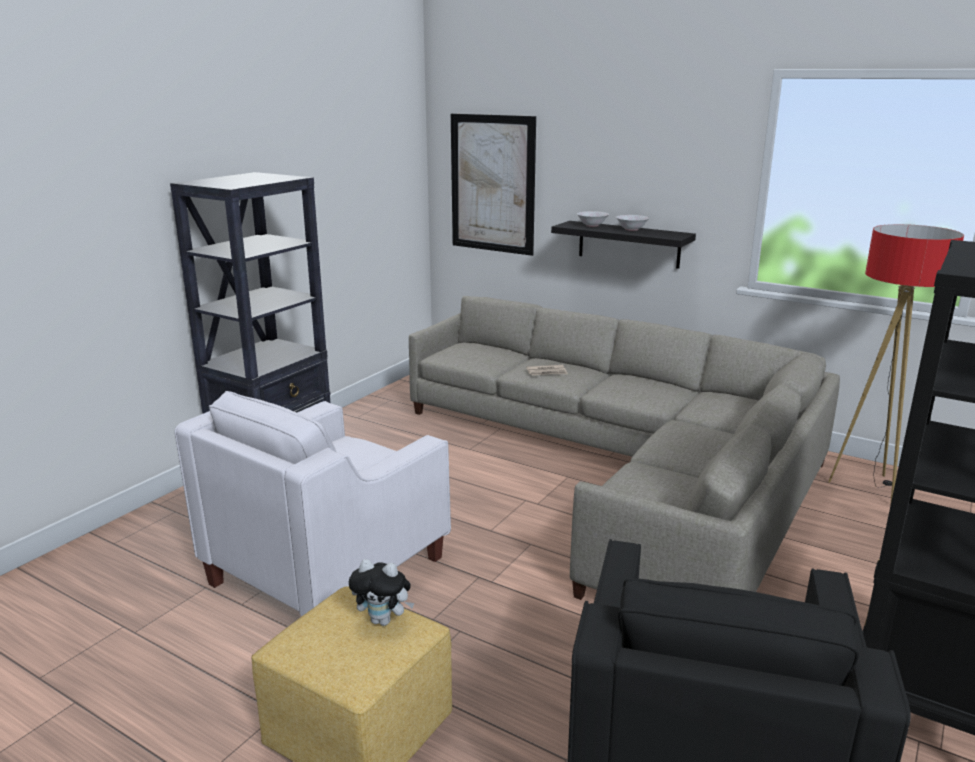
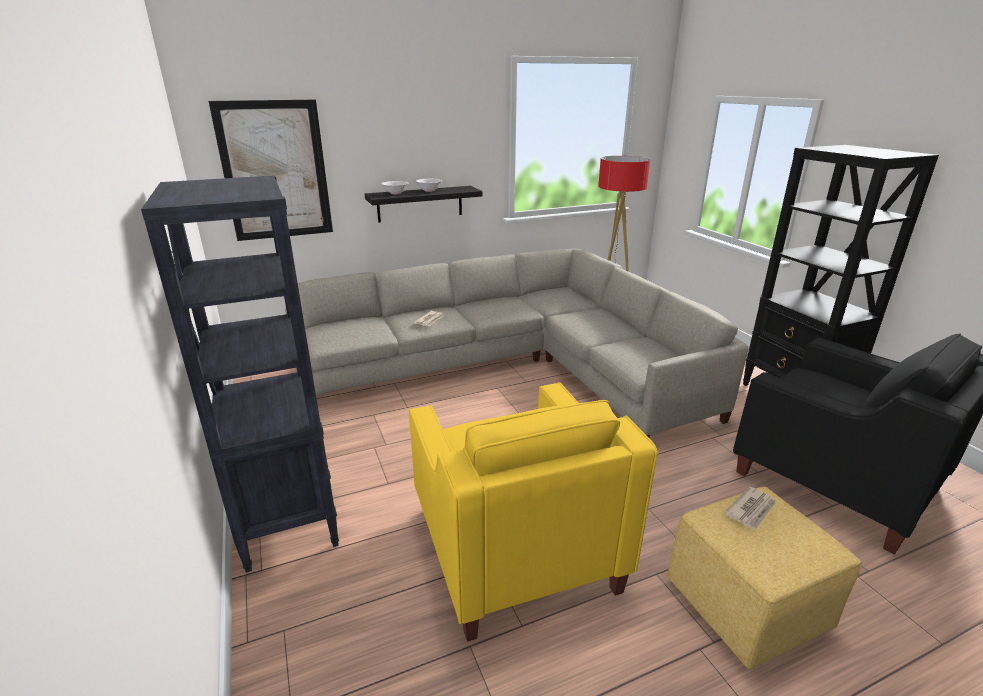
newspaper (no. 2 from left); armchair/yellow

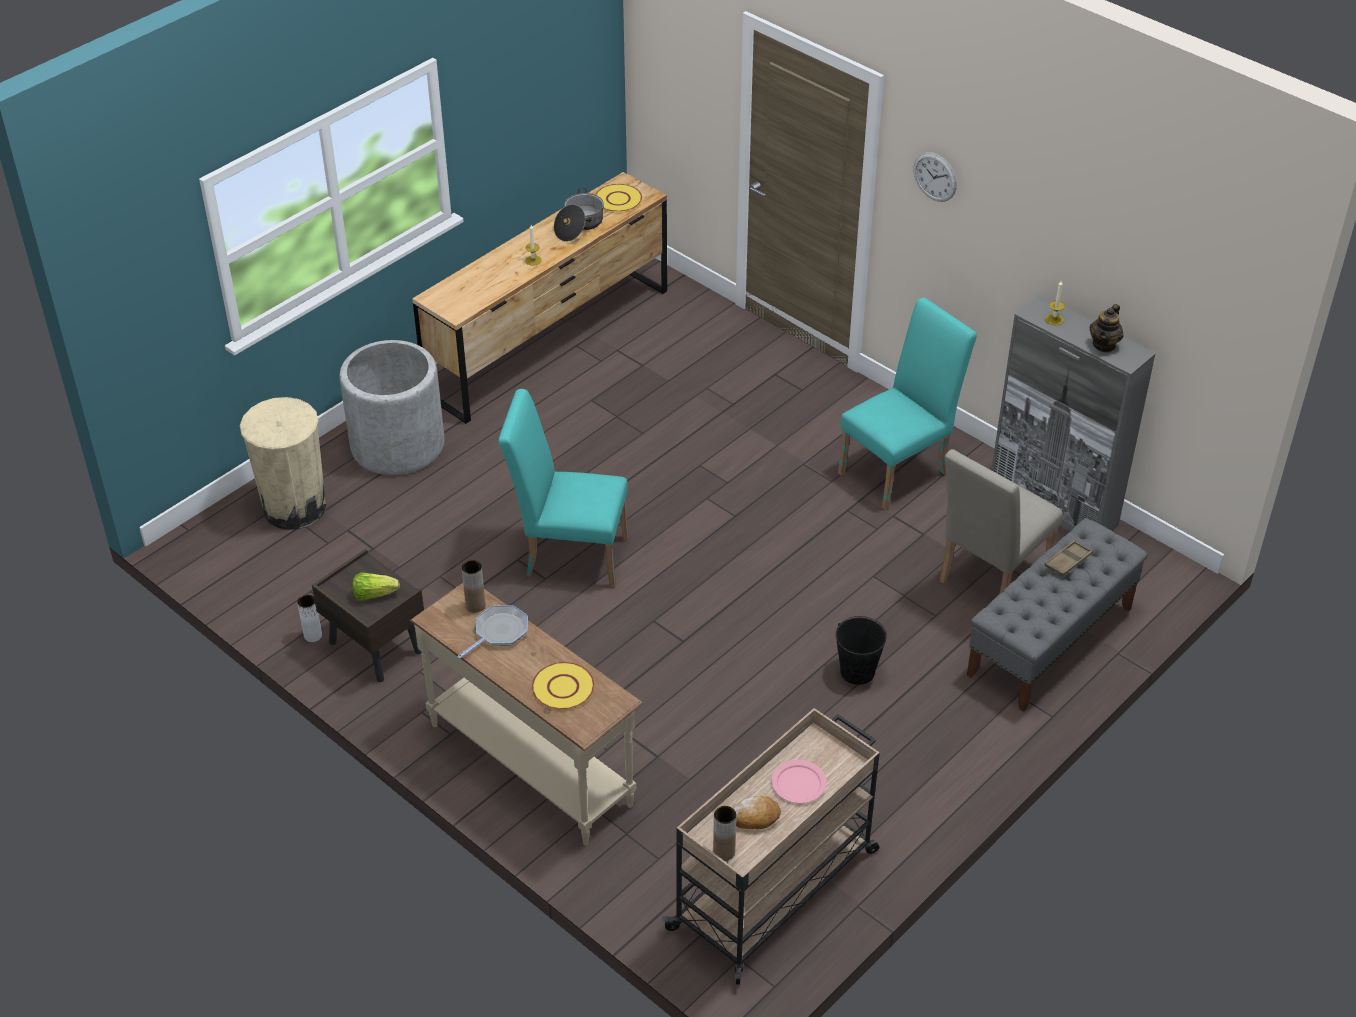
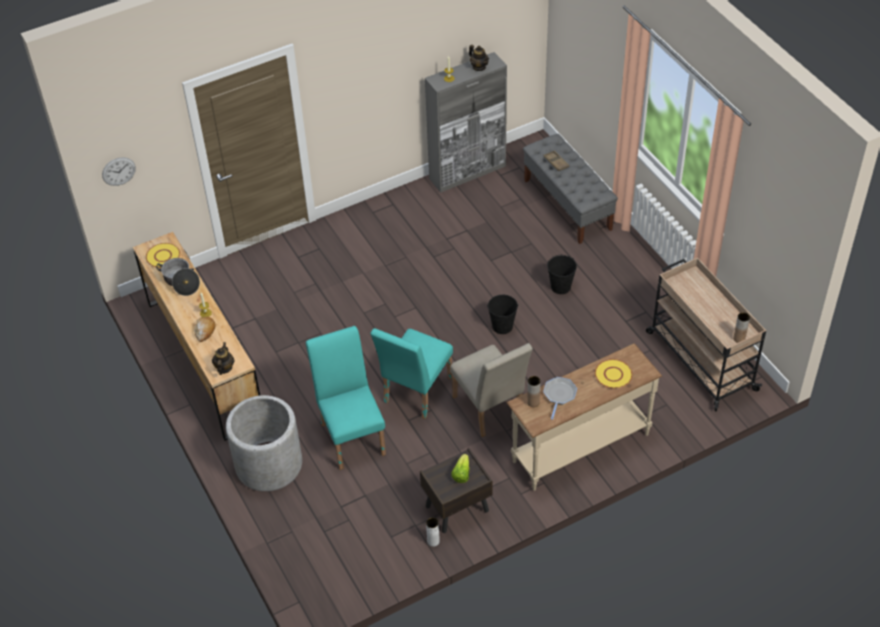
trash can/beige; plate/pink; teapot (no. 1 from left); bucket/black (no. 1 from left); bread; chair/turquoise (no. 1 from left); wall clock; chair/beige; frying pan

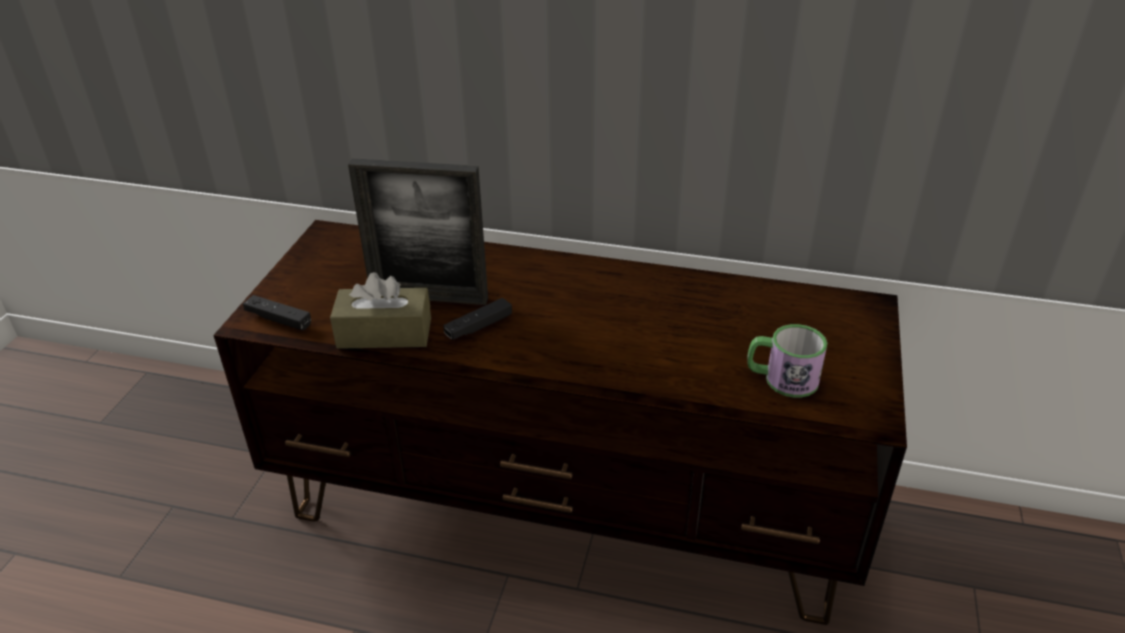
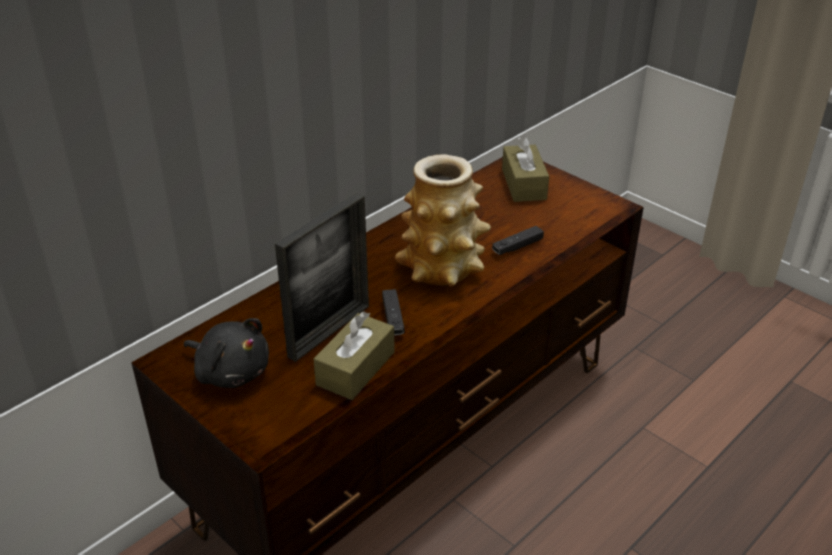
mug; plush toy/black; vase; tissue box/brown (no. 2 from left); game controller/black (no. 2 from left)

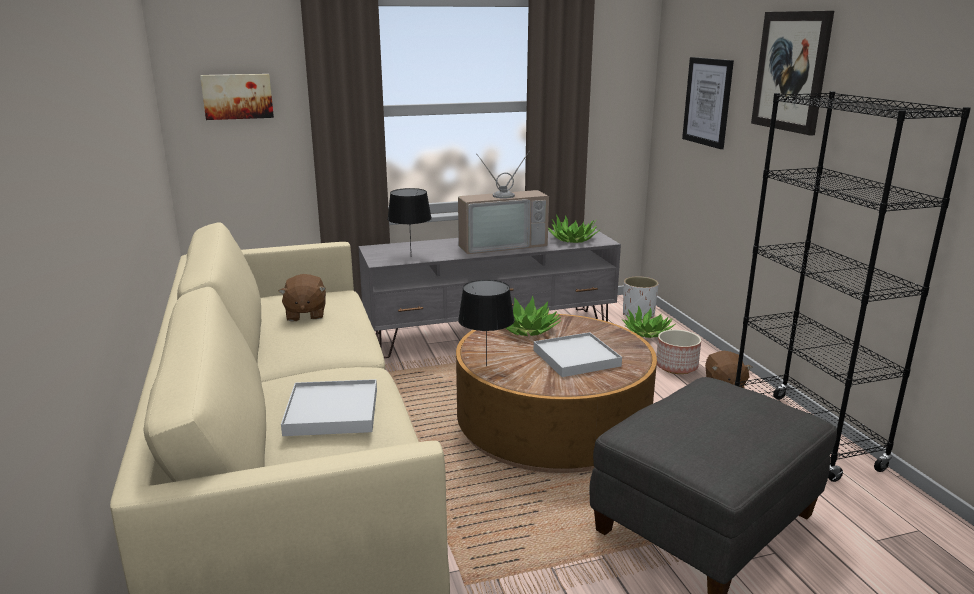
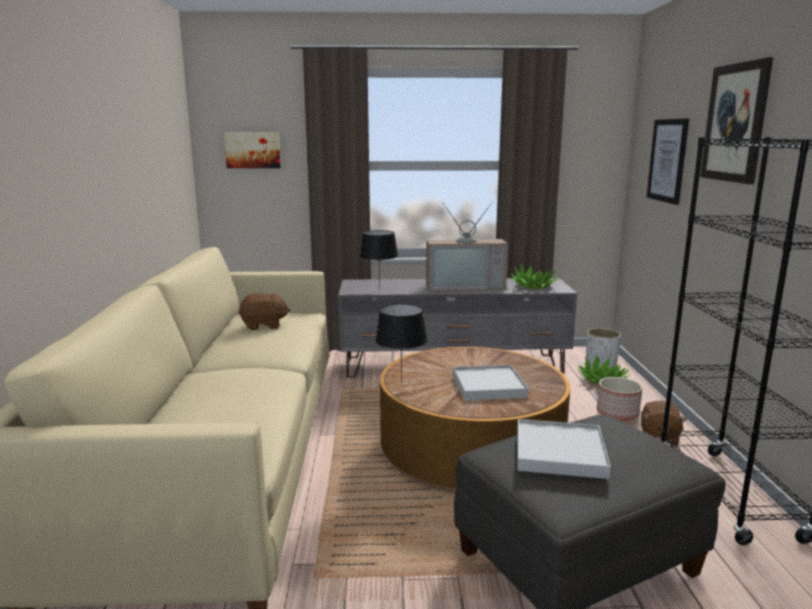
potted plant (no. 1 from left in the first image); tray/white (no. 2 from left); plush toy/brown (no. 1 from left)

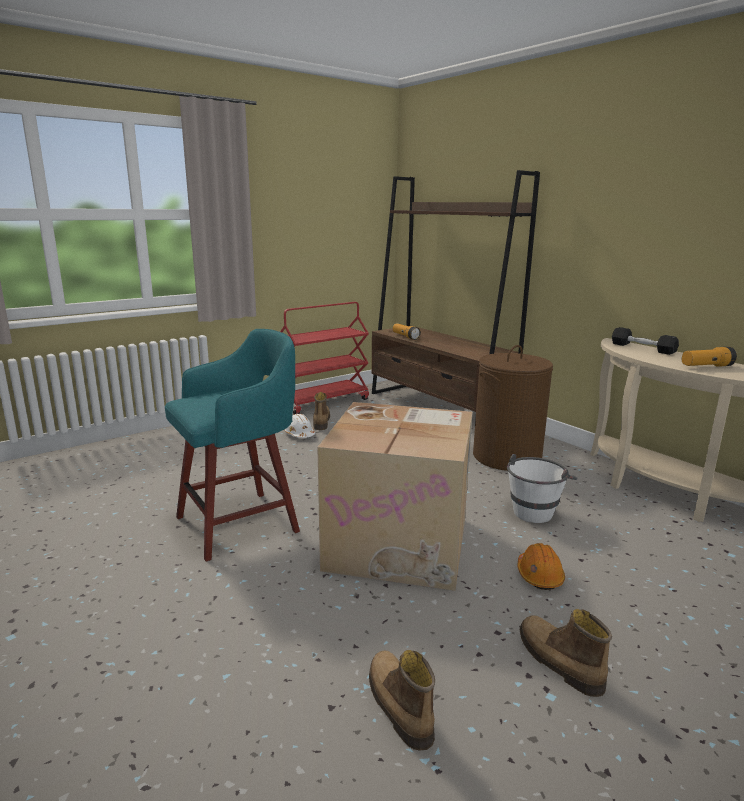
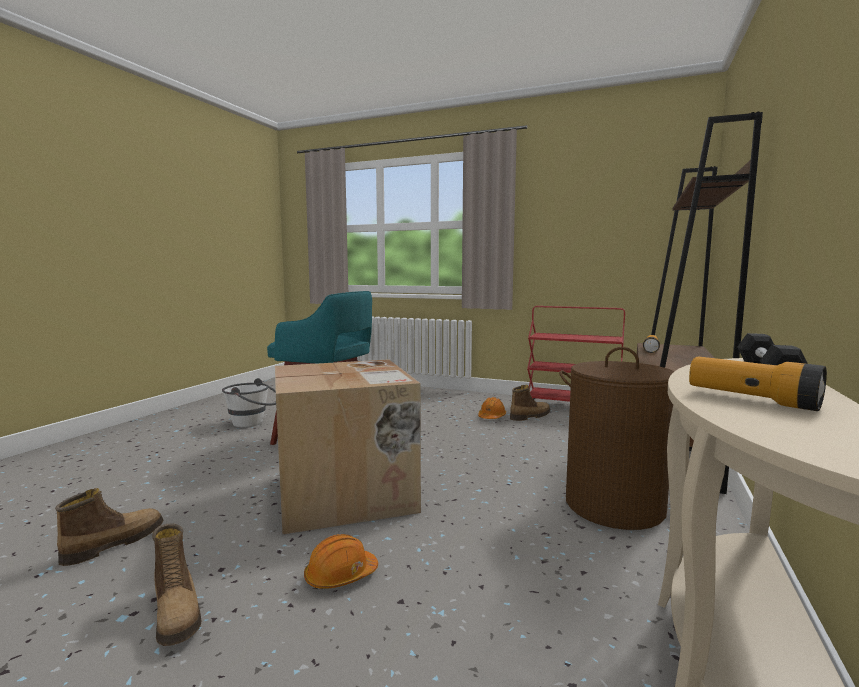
bucket/white; hard hat/orange (no. 2 from left); boot (no. 2 from left)

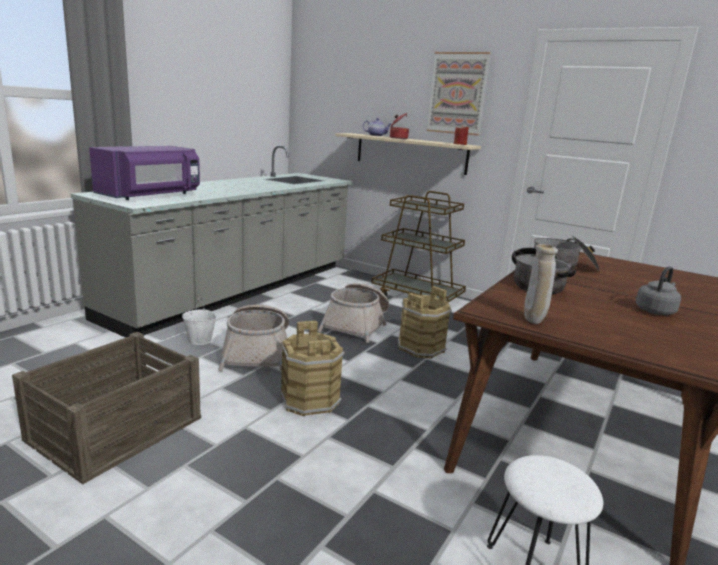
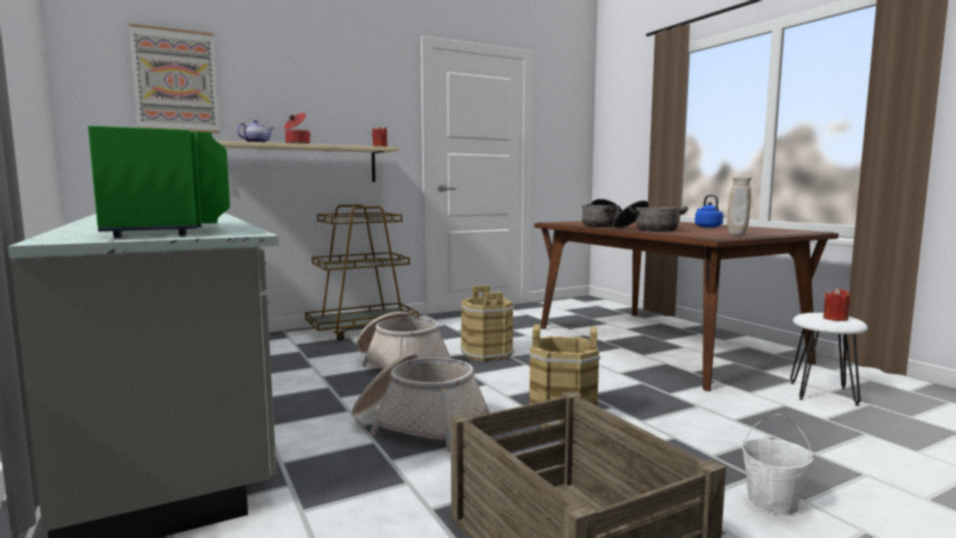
candle/red (no. 2 from left); bucket/white; picture; microwave/green; kettle/blue

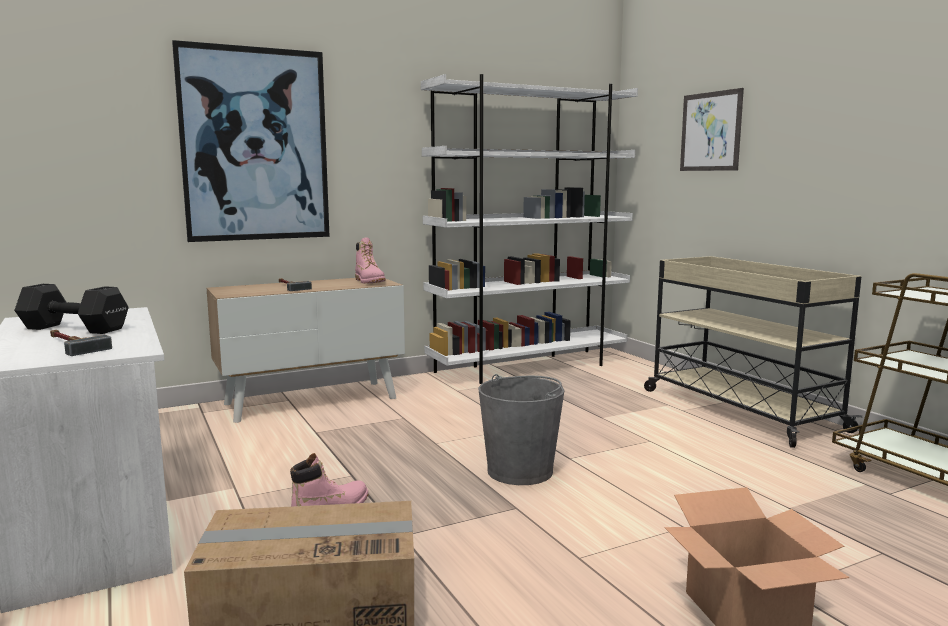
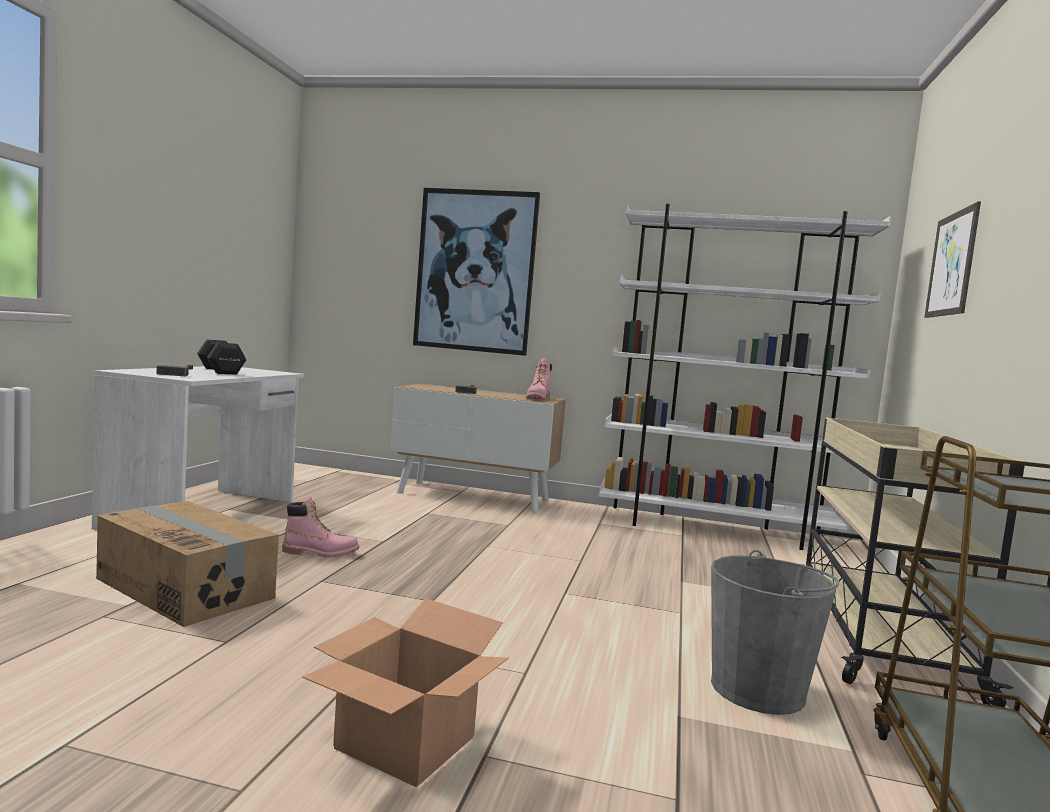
bucket/grey

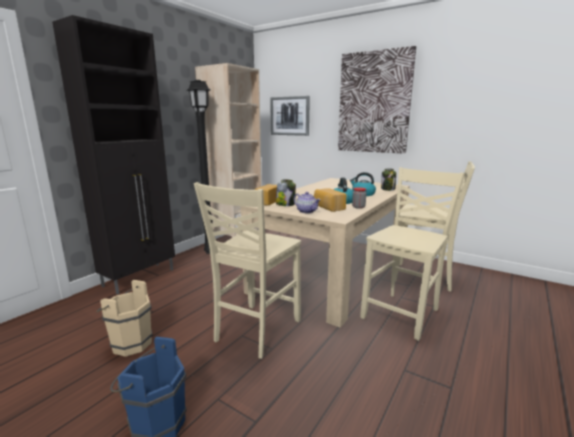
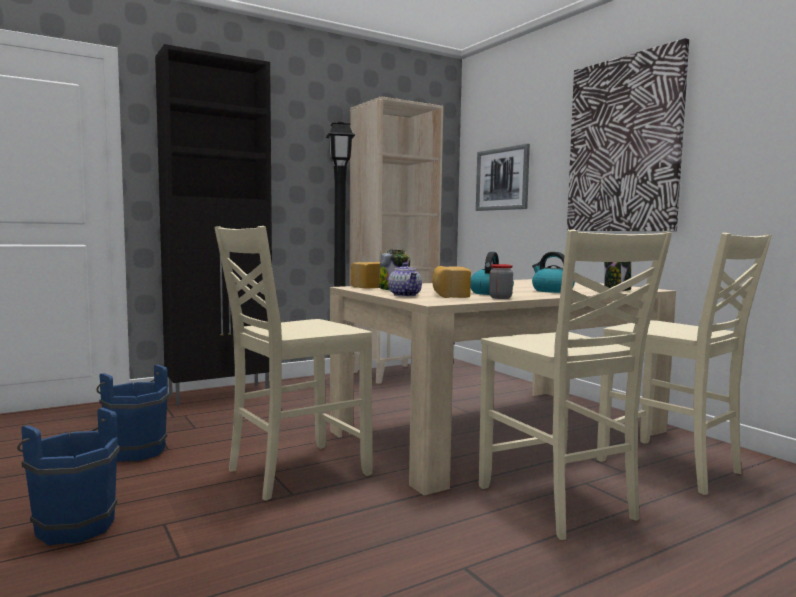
bucket/blue (no. 2 from left); chair/beige (no. 2 from left)

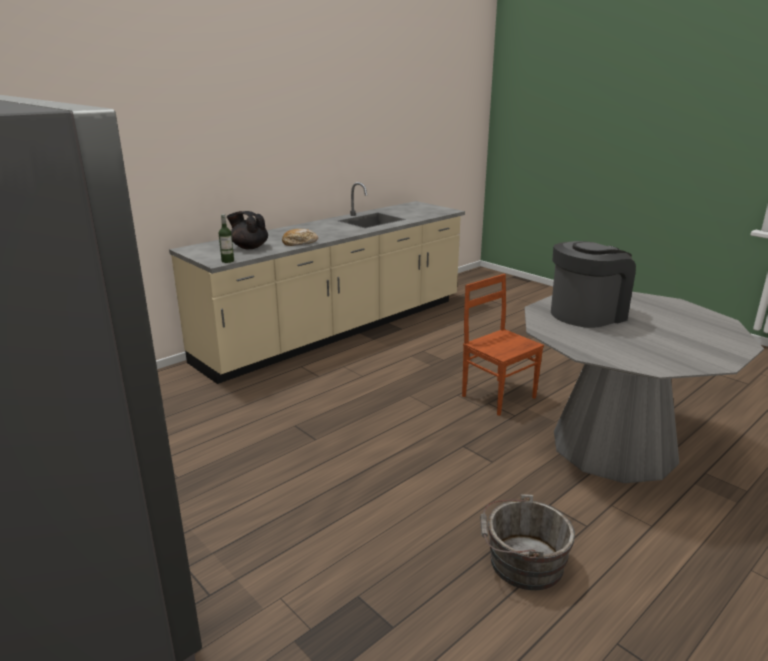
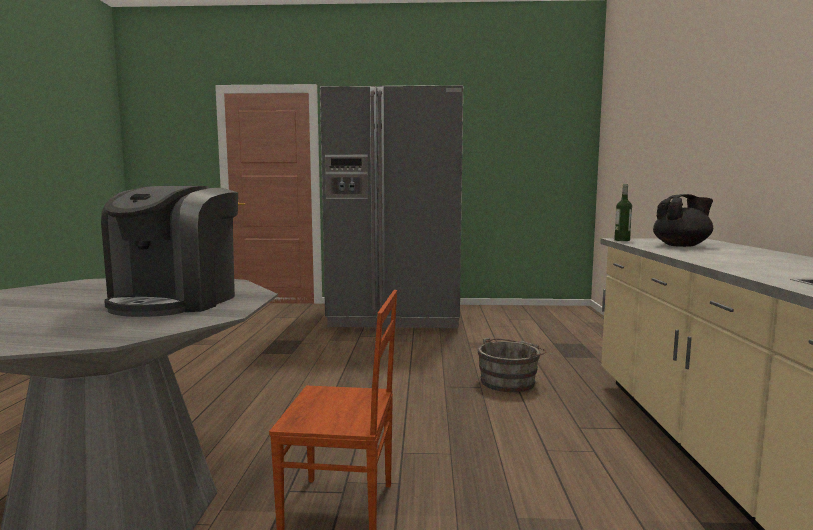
bread; bucket/grey

